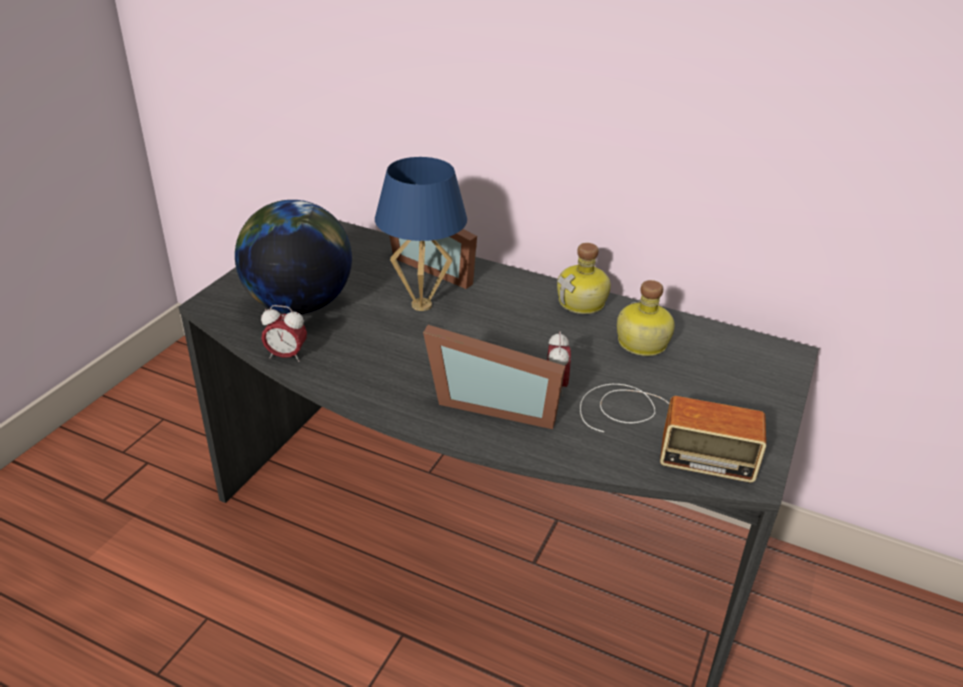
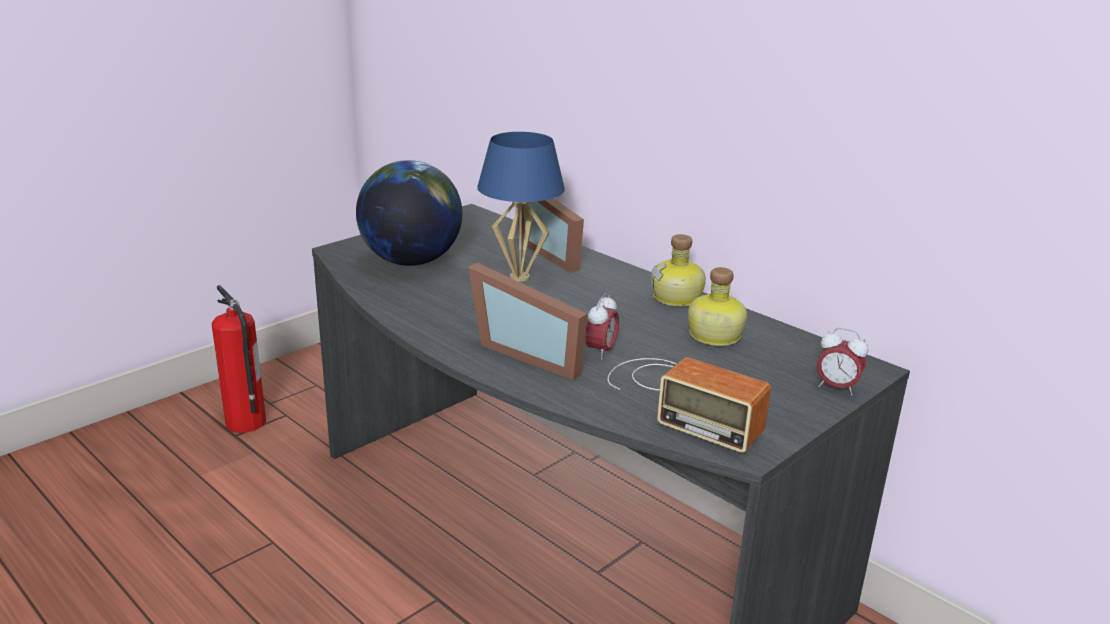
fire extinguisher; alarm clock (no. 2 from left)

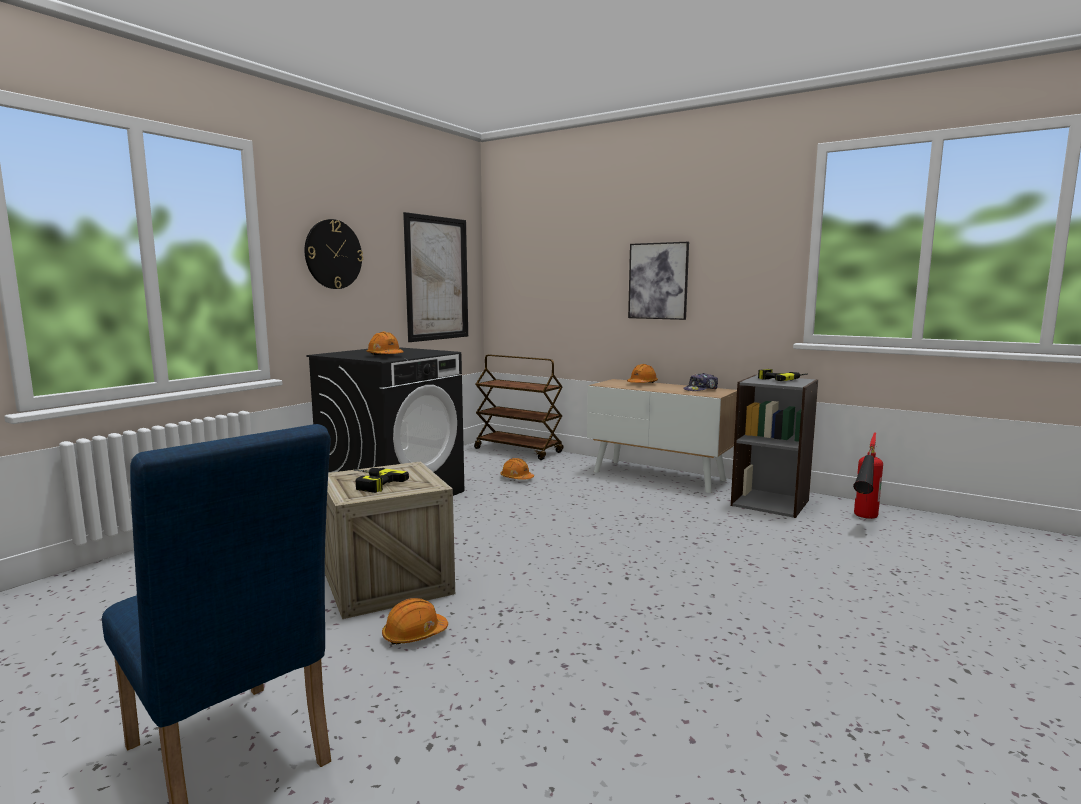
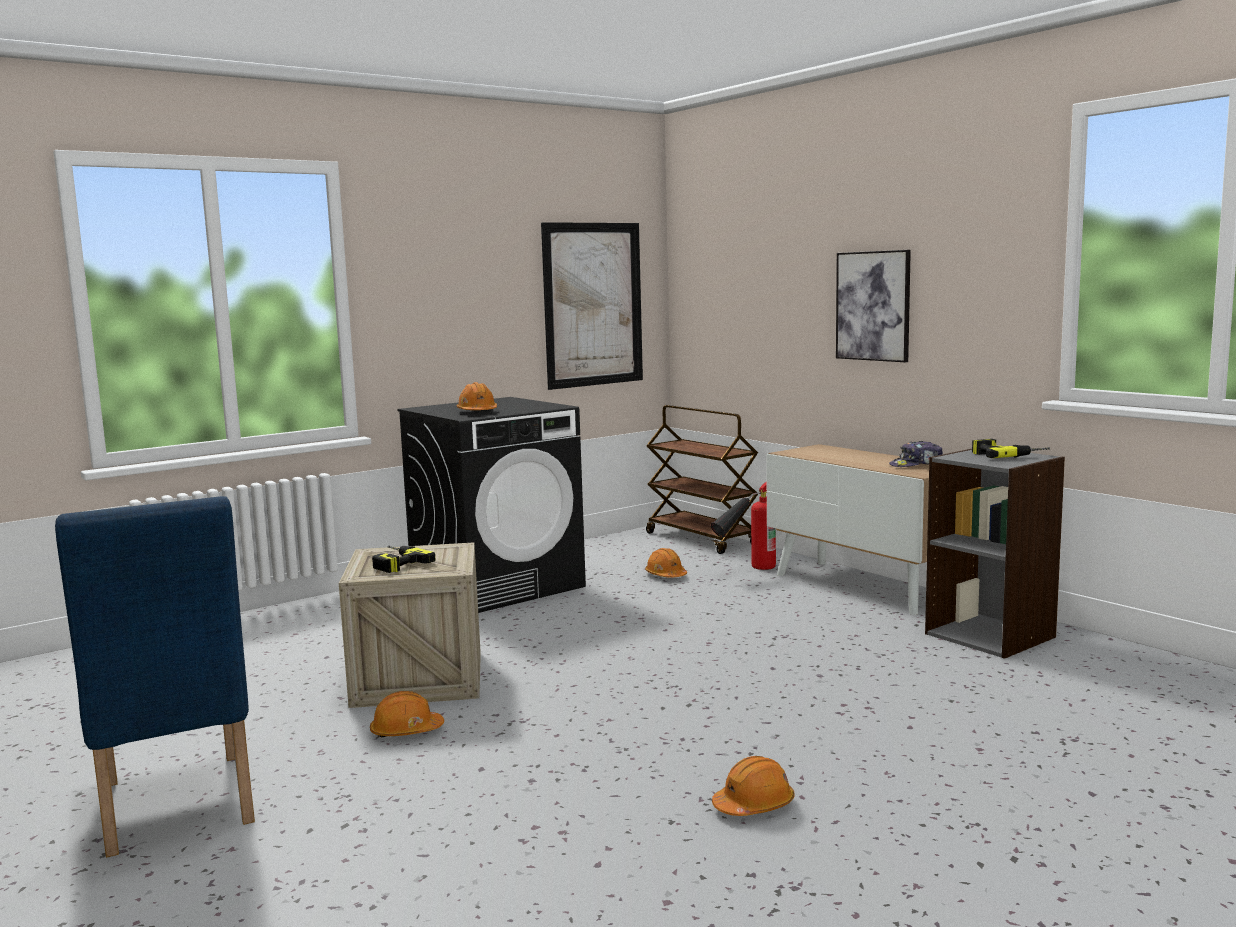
wall clock; hard hat/orange (no. 4 from left); fire extinguisher

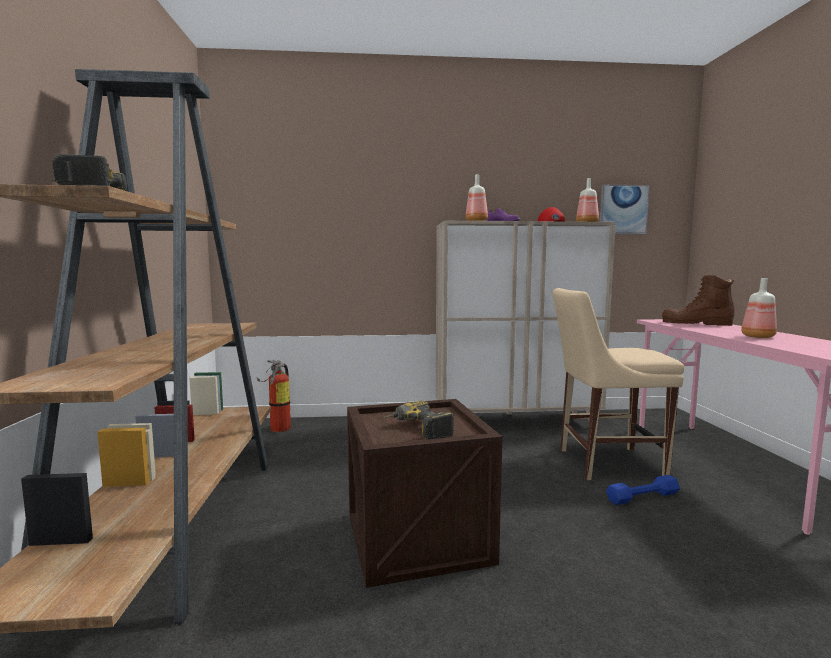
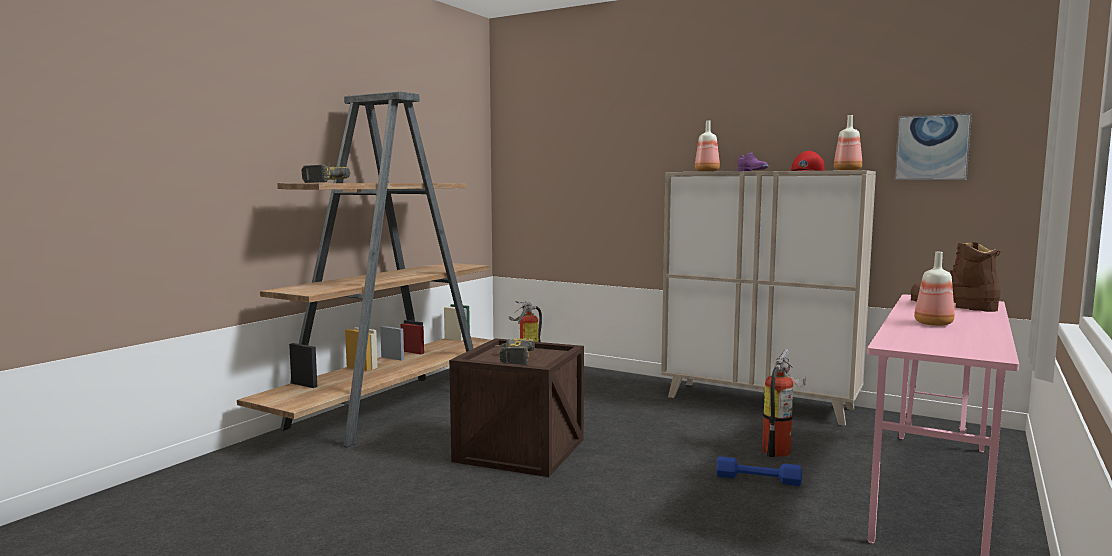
fire extinguisher (no. 2 from left)

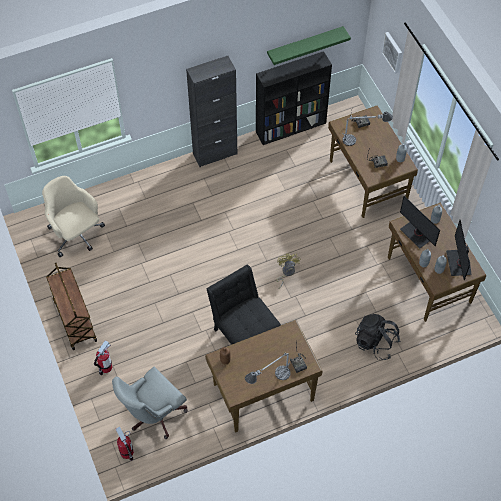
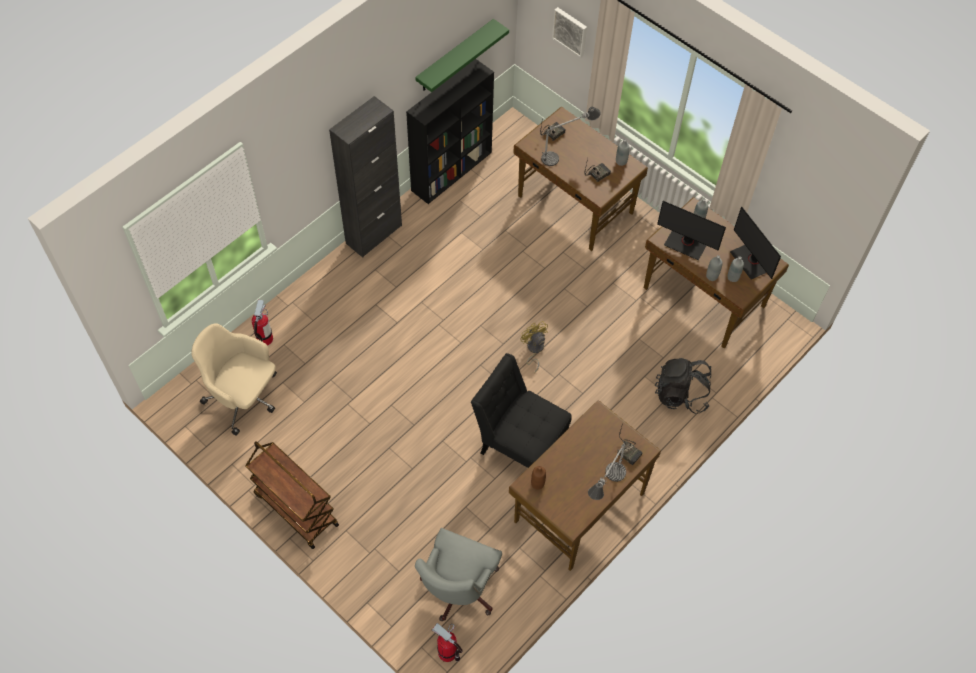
fire extinguisher (no. 1 from left)

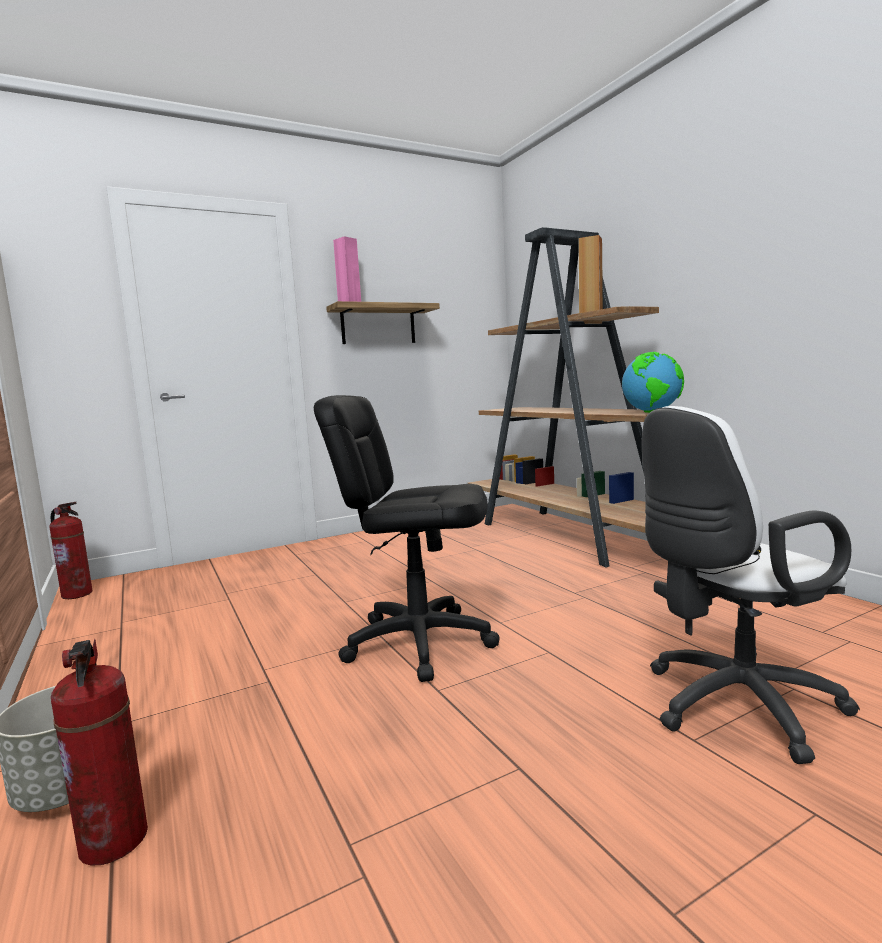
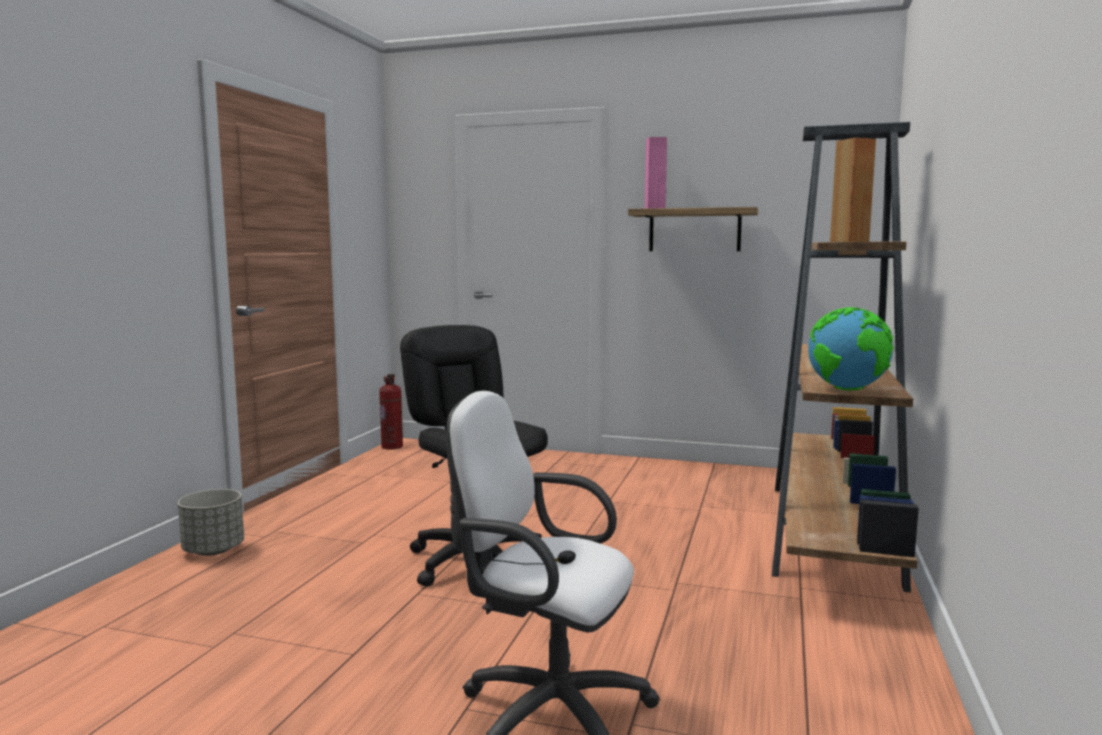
fire extinguisher (no. 2 from left in the first image)

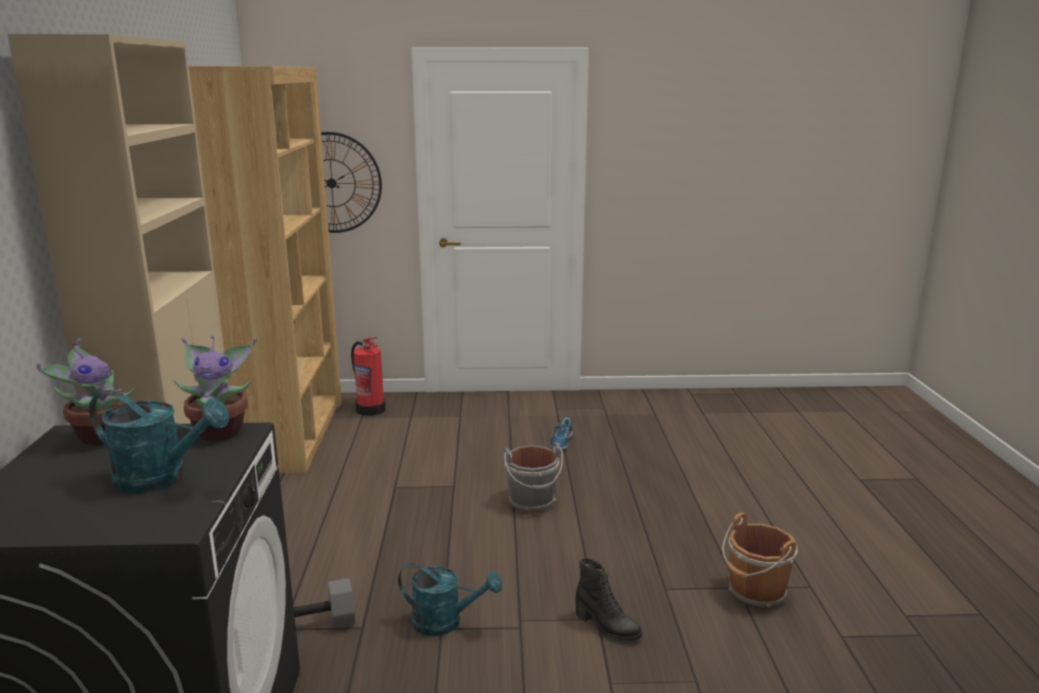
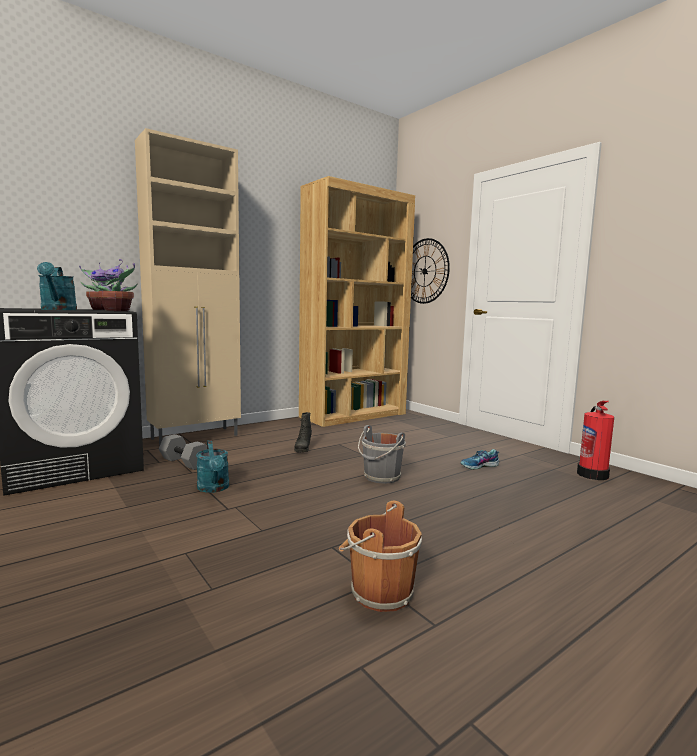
fire extinguisher; boot/black

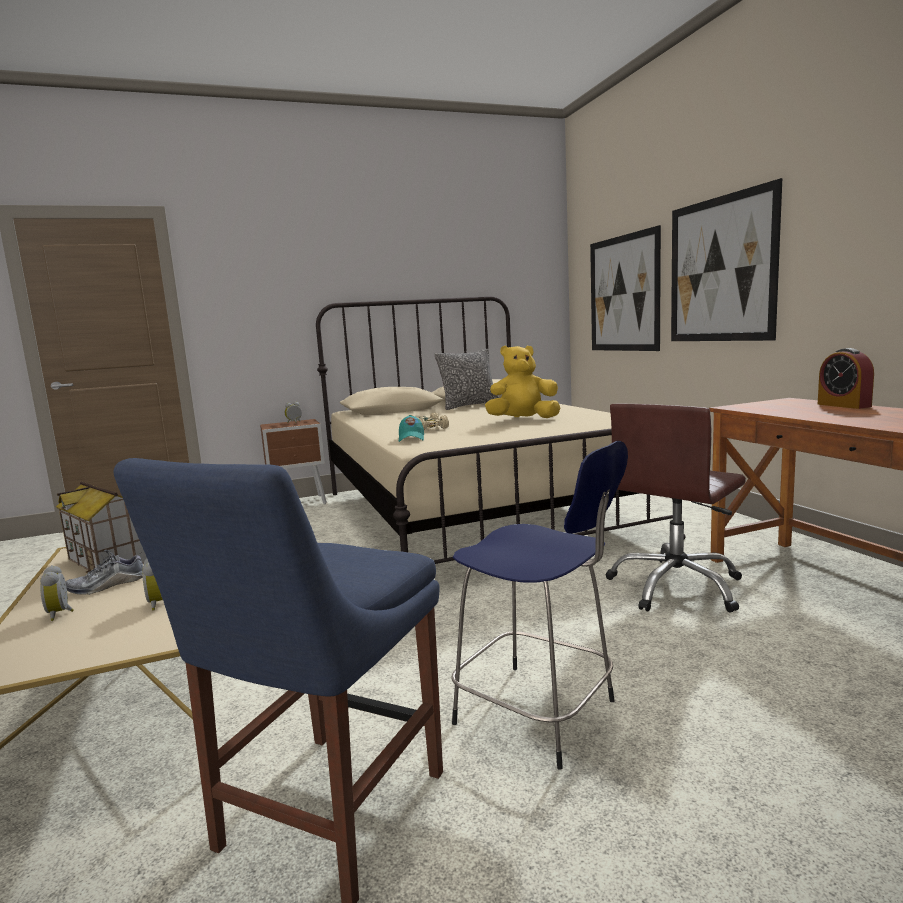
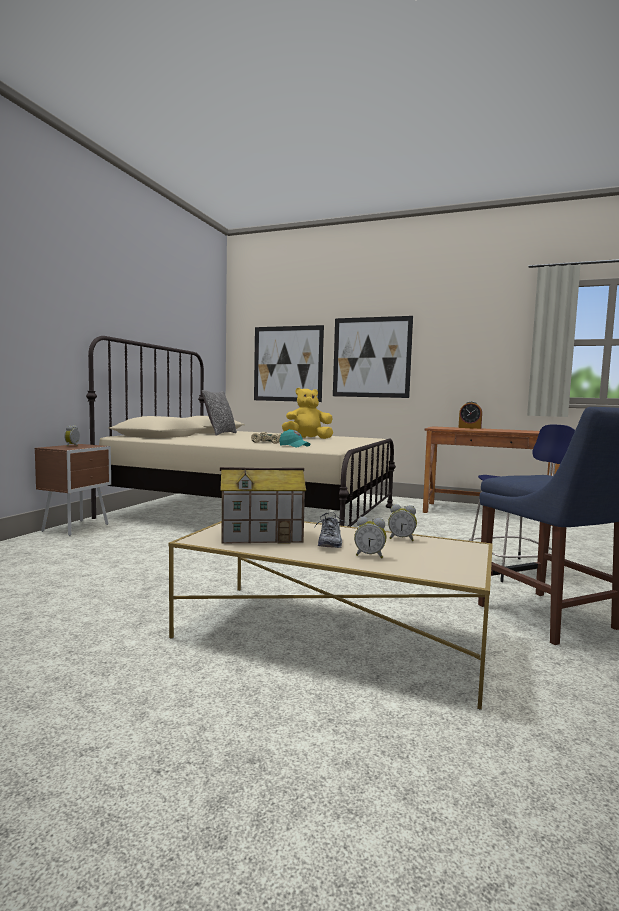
office chair/brown; plush toy/yellow

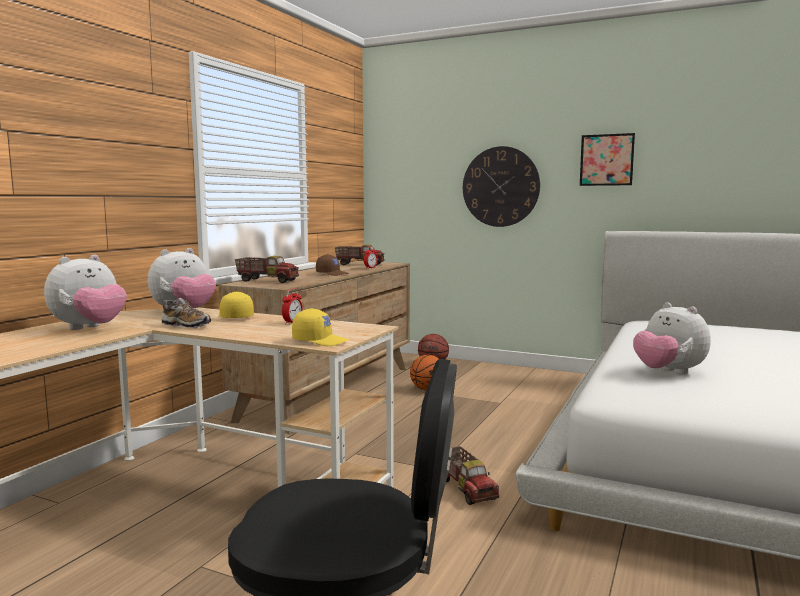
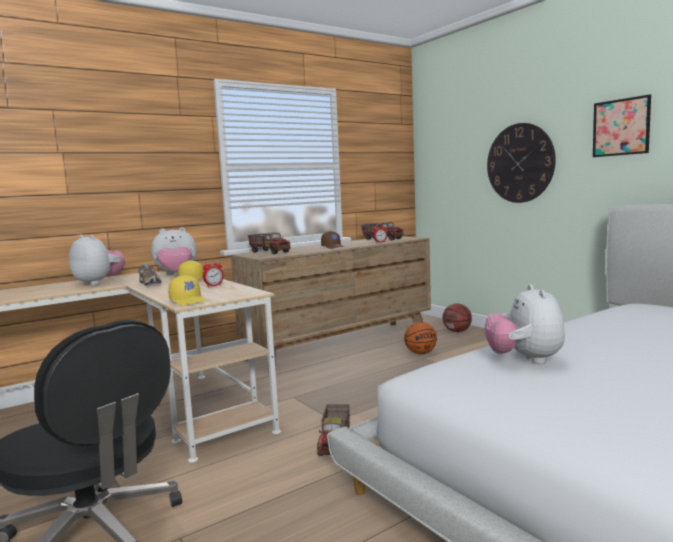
plush toy (no. 1 from left)

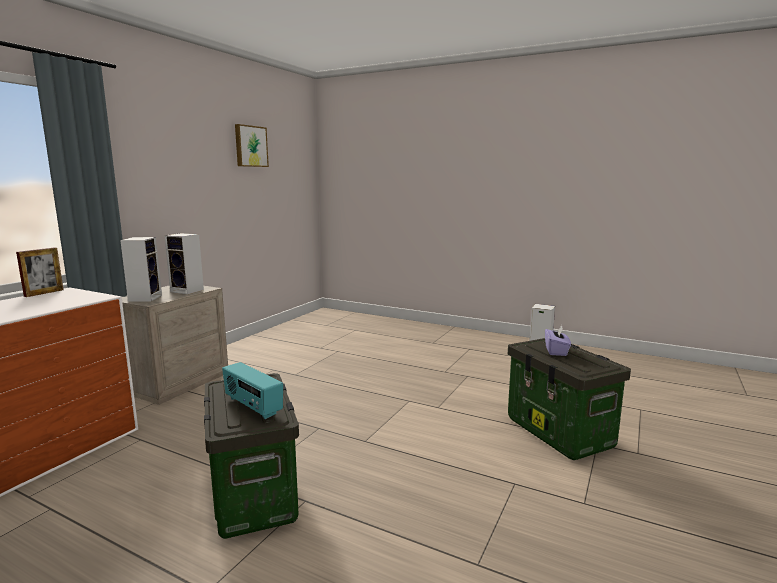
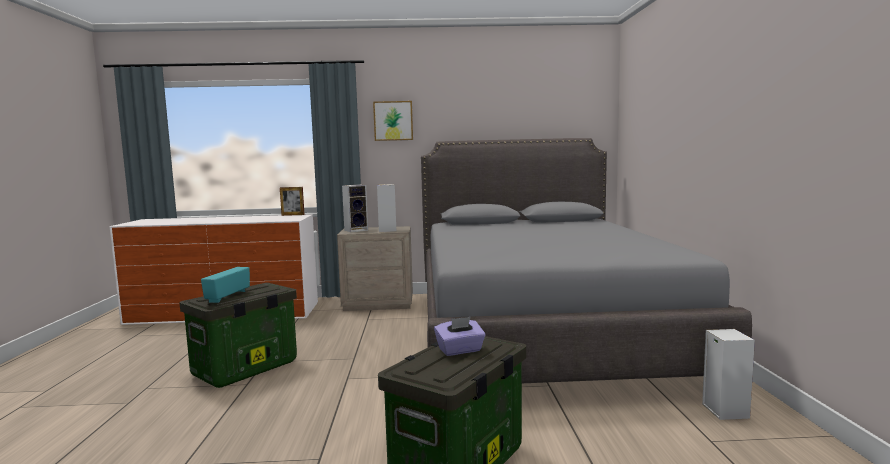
bed/grey; picture

